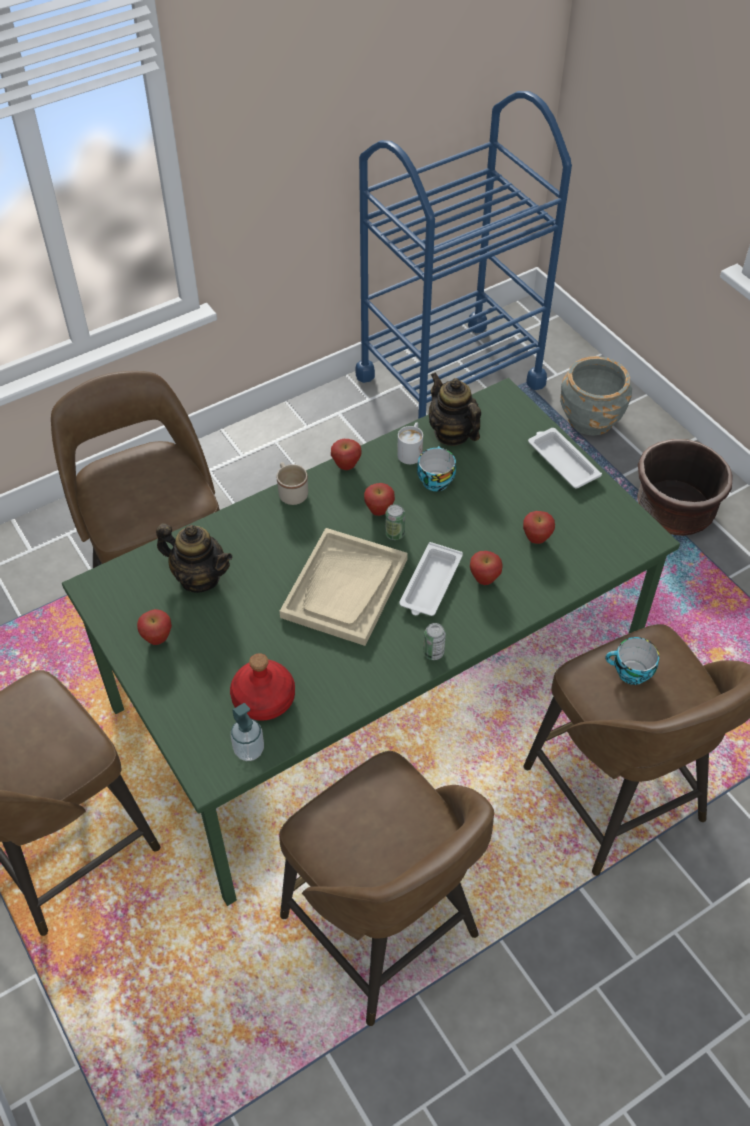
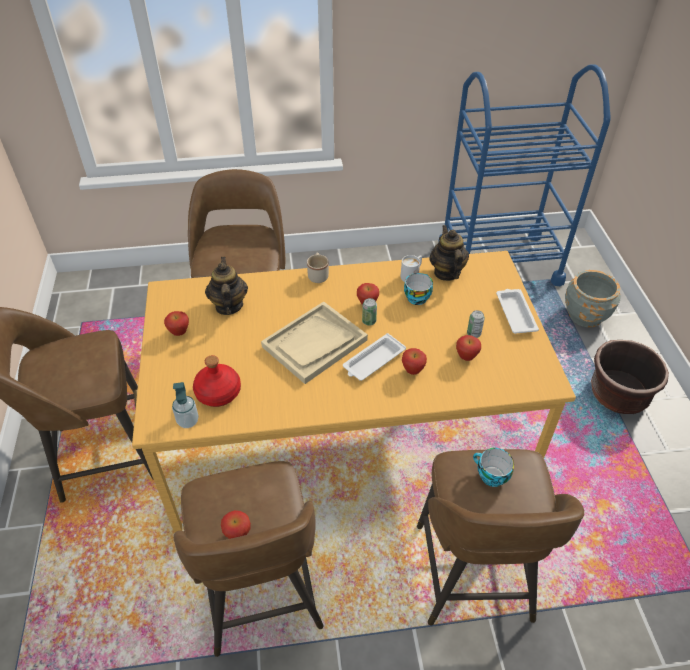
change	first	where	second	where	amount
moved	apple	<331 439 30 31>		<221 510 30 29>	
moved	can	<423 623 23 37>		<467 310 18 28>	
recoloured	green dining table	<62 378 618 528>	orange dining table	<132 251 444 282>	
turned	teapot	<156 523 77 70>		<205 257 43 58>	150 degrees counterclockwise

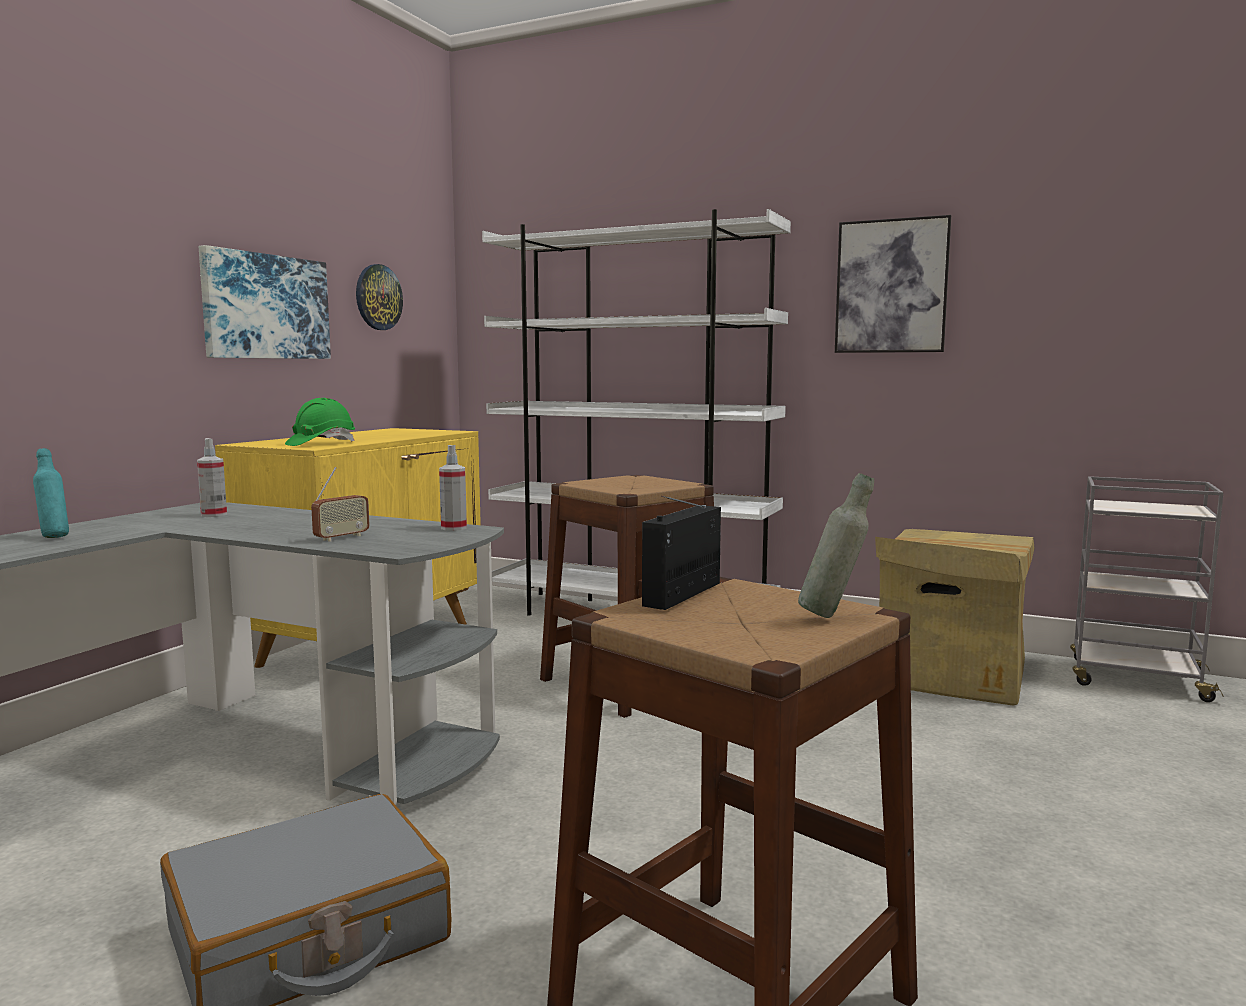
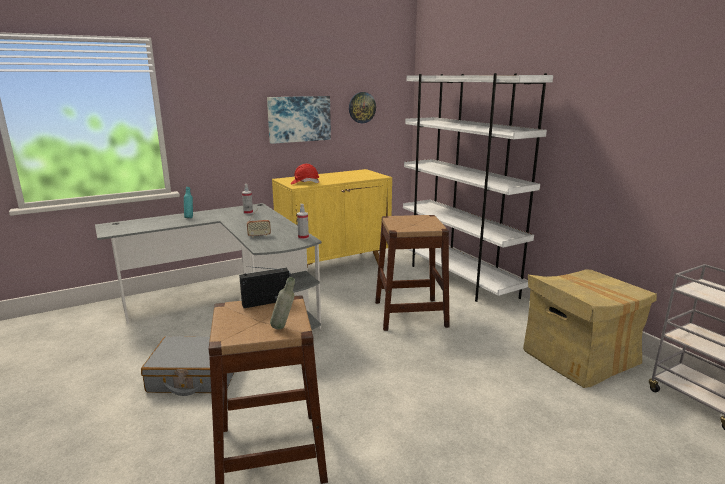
change	first	where	second	where	amount
removed	picture	<835 215 116 138>			
recoloured	green hard hat	<285 398 70 48>	red hard hat	<291 164 28 20>	

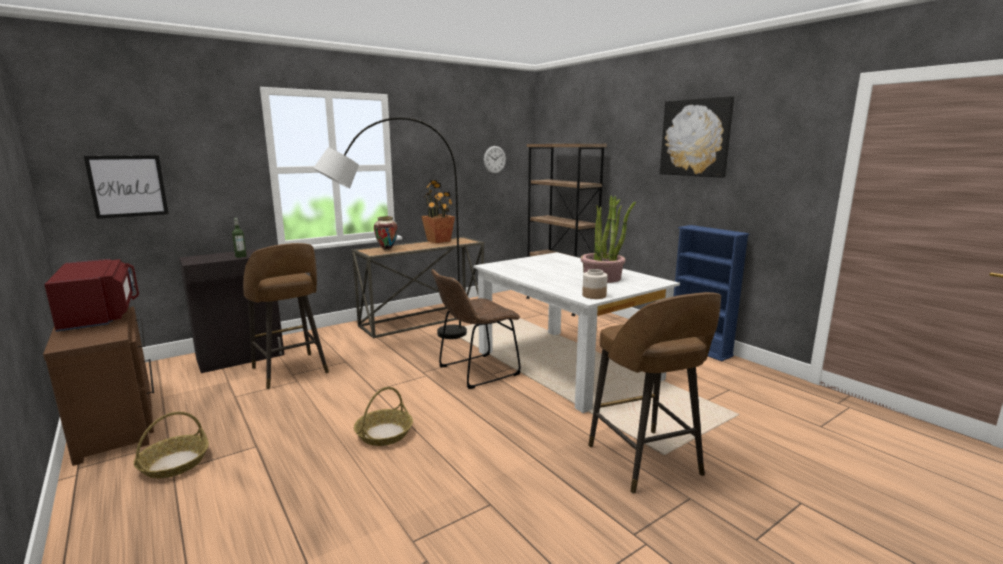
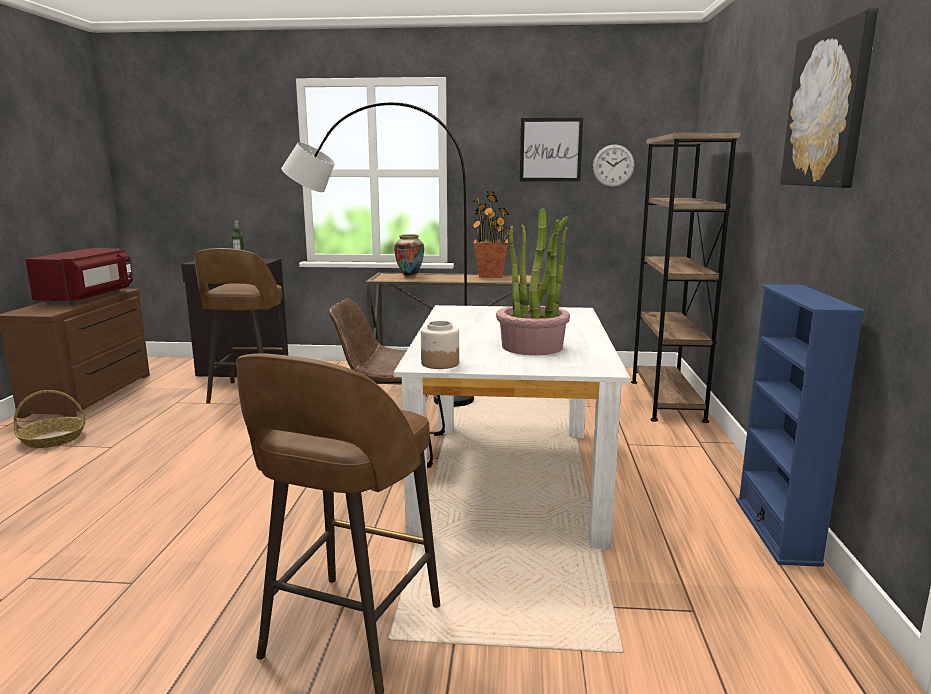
change	first	where	second	where	amount
removed	basket	<354 387 59 59>			
moved	picture	<84 155 85 64>		<520 118 63 64>	

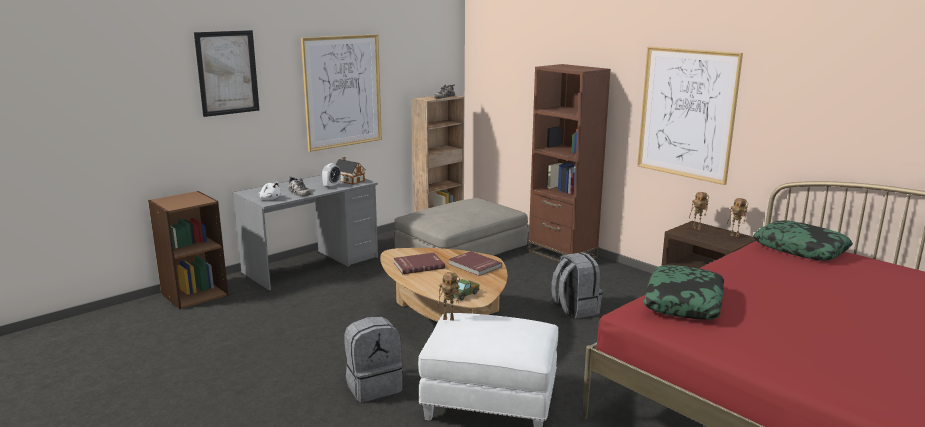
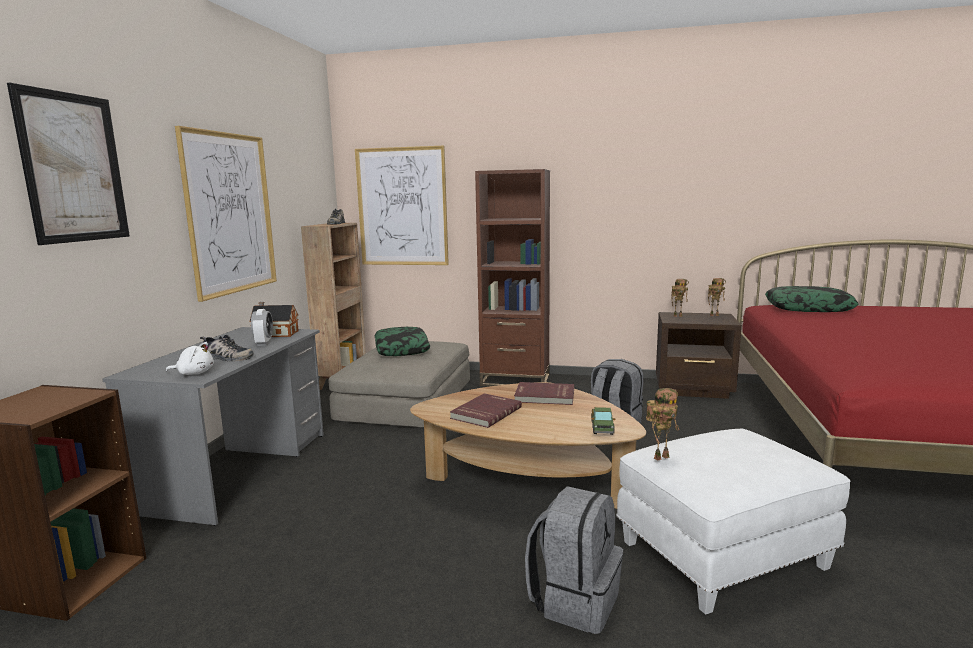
change	first	where	second	where	amount
moved	picture	<637 47 106 138>		<355 146 94 119>	
moved	pillow	<643 265 81 55>		<375 327 55 29>	

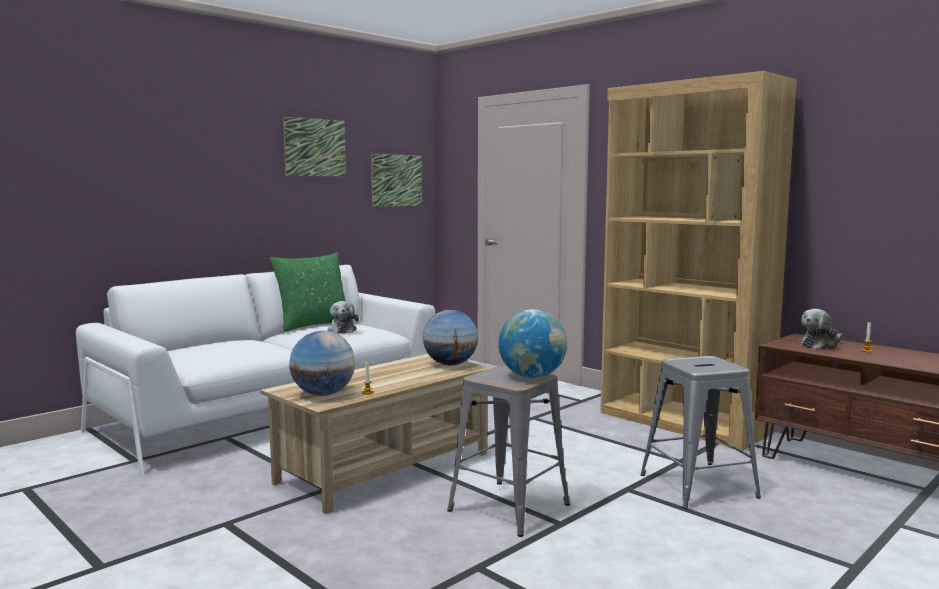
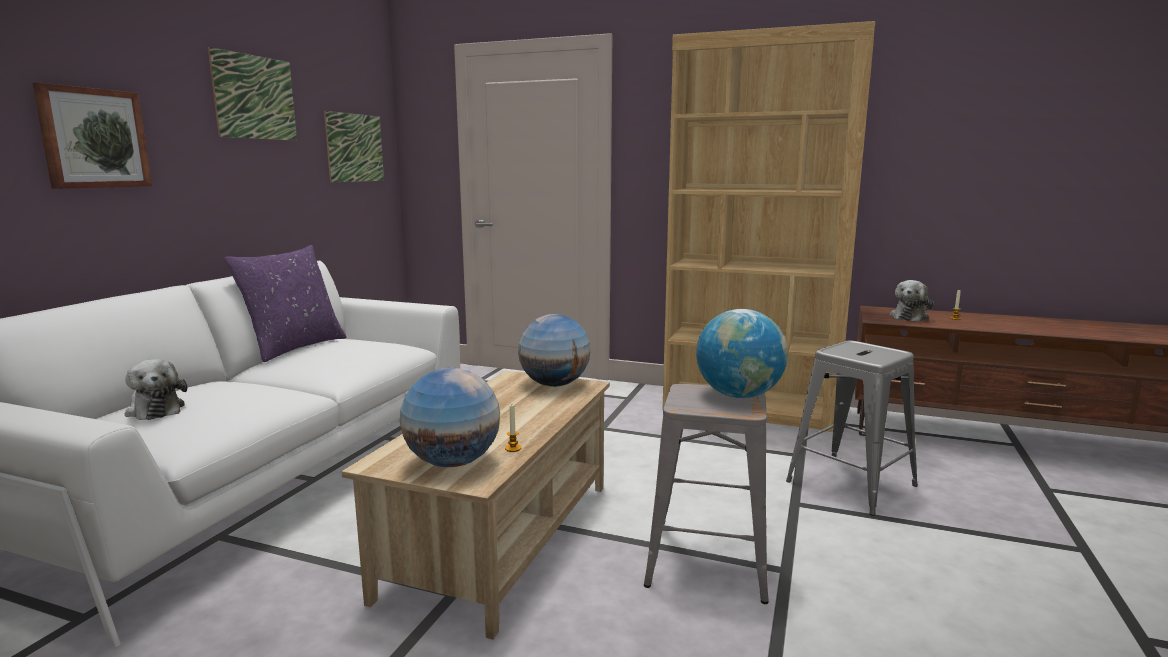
change	first	where	second	where	amount
added			picture	<33 83 119 106>	
moved	plush toy	<328 301 31 33>		<125 359 62 61>	
recoloured	green pillow	<270 252 76 79>	purple pillow	<224 245 122 117>	

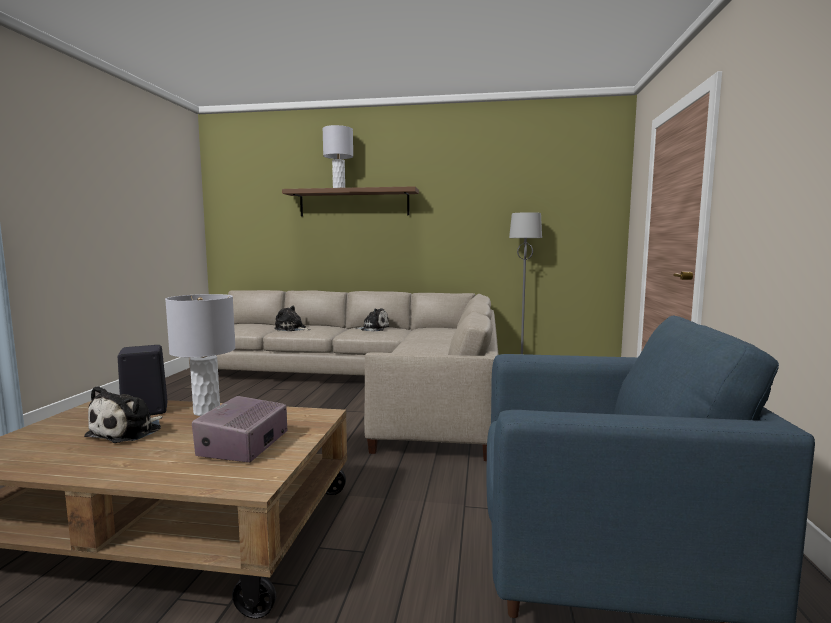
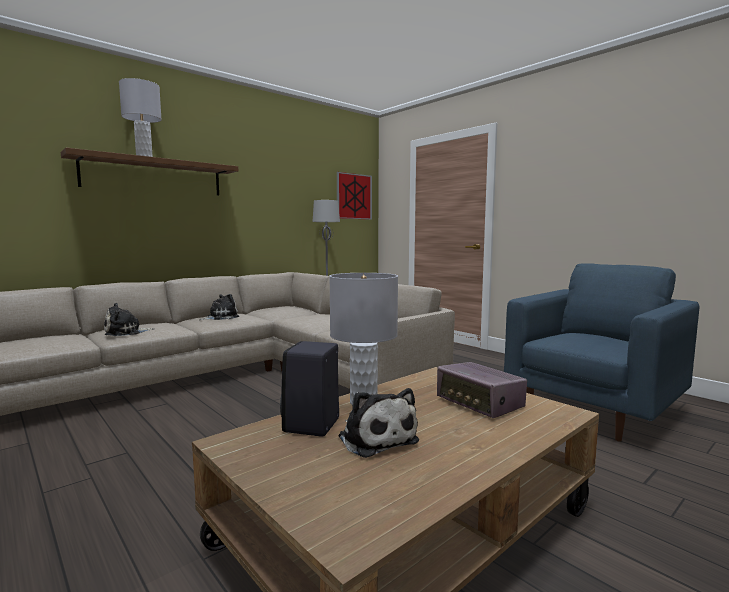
change	first	where	second	where	amount
added			picture	<337 172 35 48>	

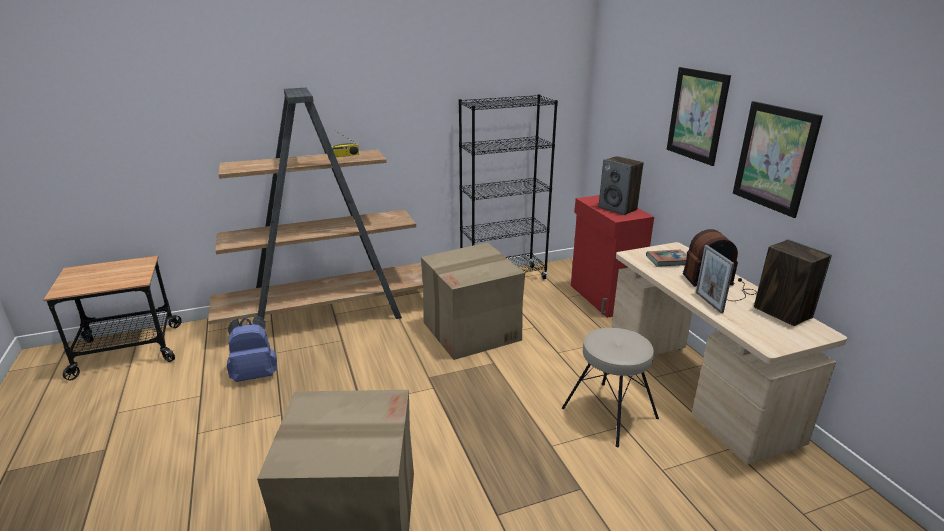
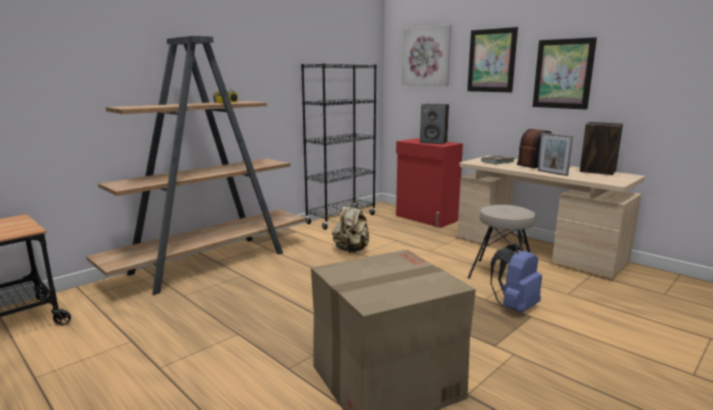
change	first	where	second	where	amount
added			picture	<402 24 50 62>	
moved	blue backpack	<227 316 50 66>		<491 244 51 69>	
replaced	cardboard box	<421 242 104 118>	beige backpack	<332 202 37 51>	

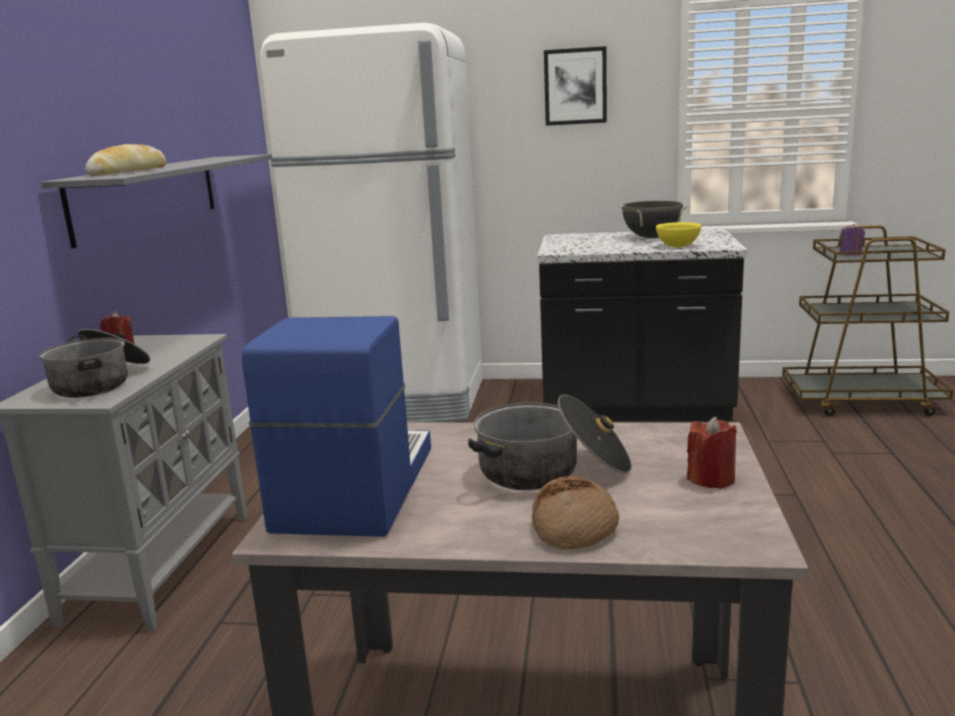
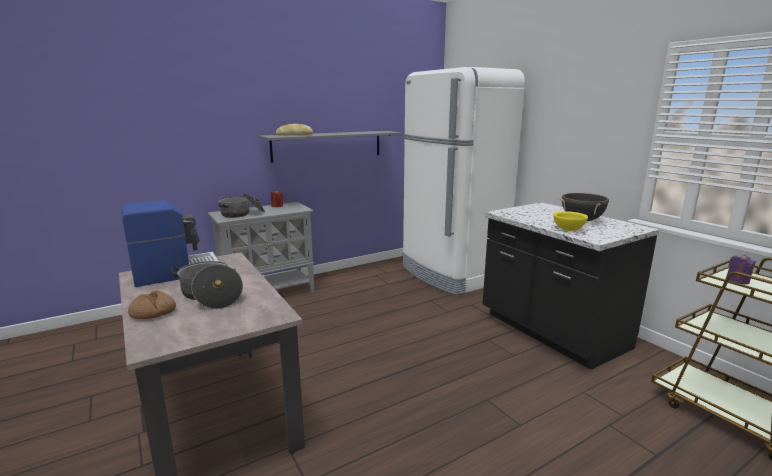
change	first	where	second	where	amount
removed	picture	<544 46 63 80>			
removed	red candle	<687 416 50 73>			

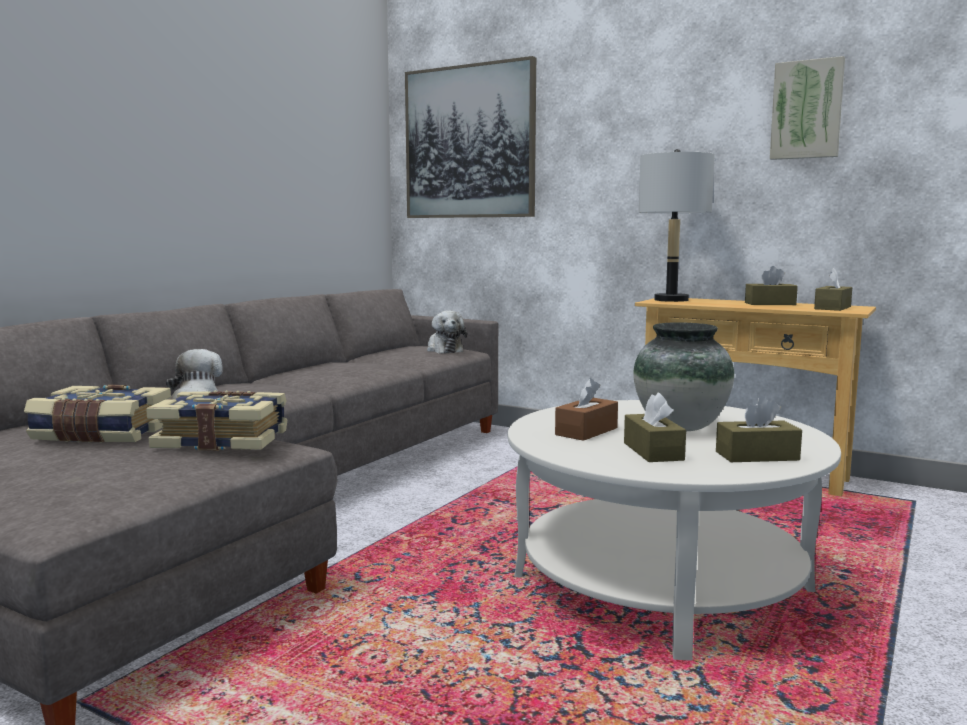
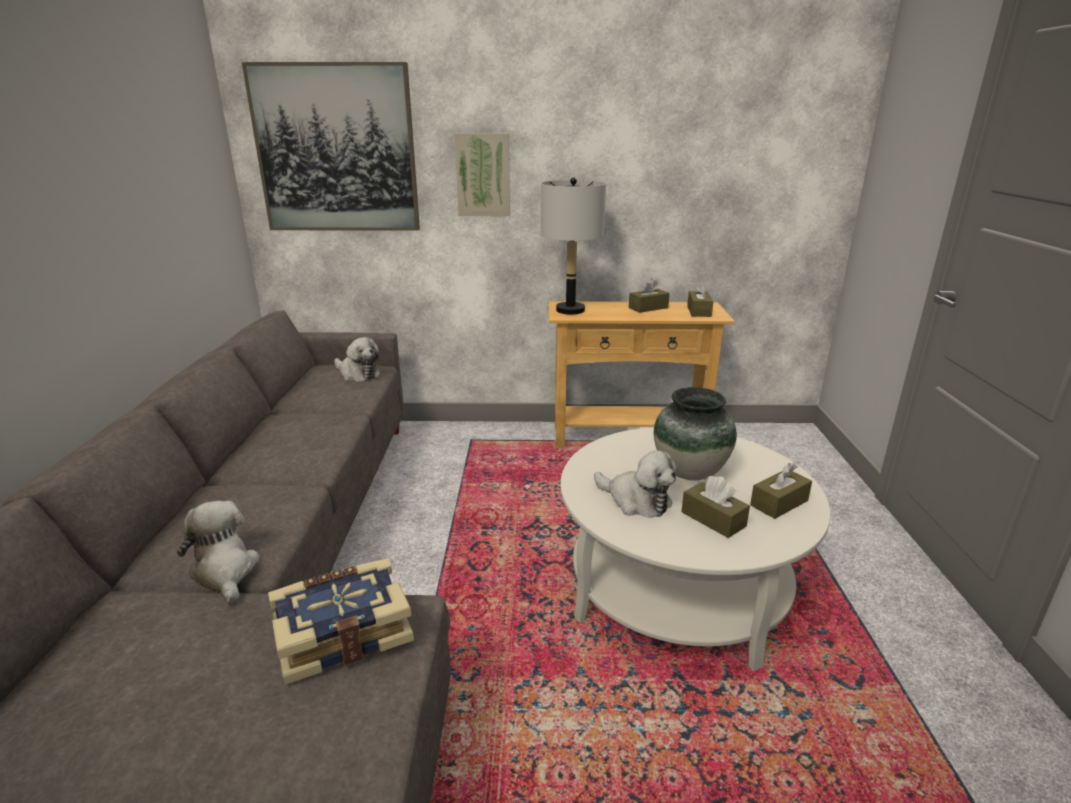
change	first	where	second	where	amount
removed	book	<24 385 147 58>			
moved	picture	<770 56 75 104>		<454 133 56 83>	
replaced	brown tissue box	<555 378 63 63>	plush toy	<594 450 83 68>	

